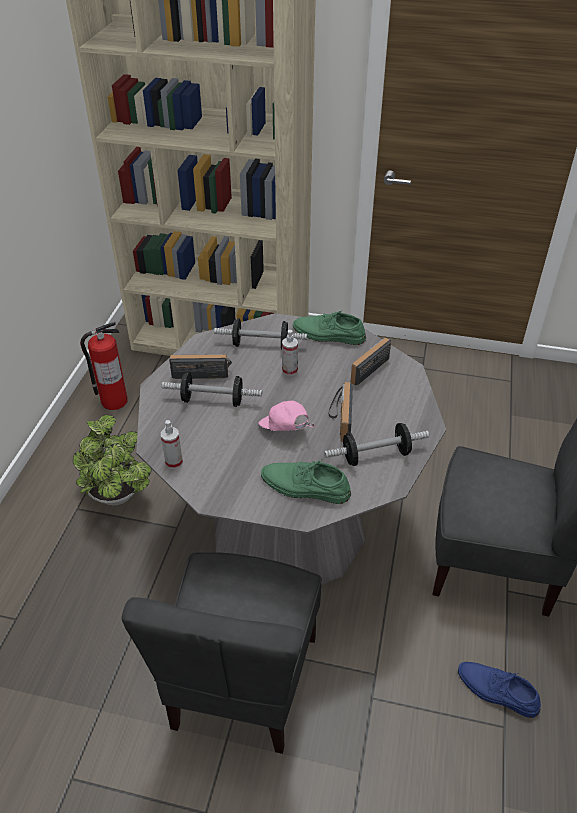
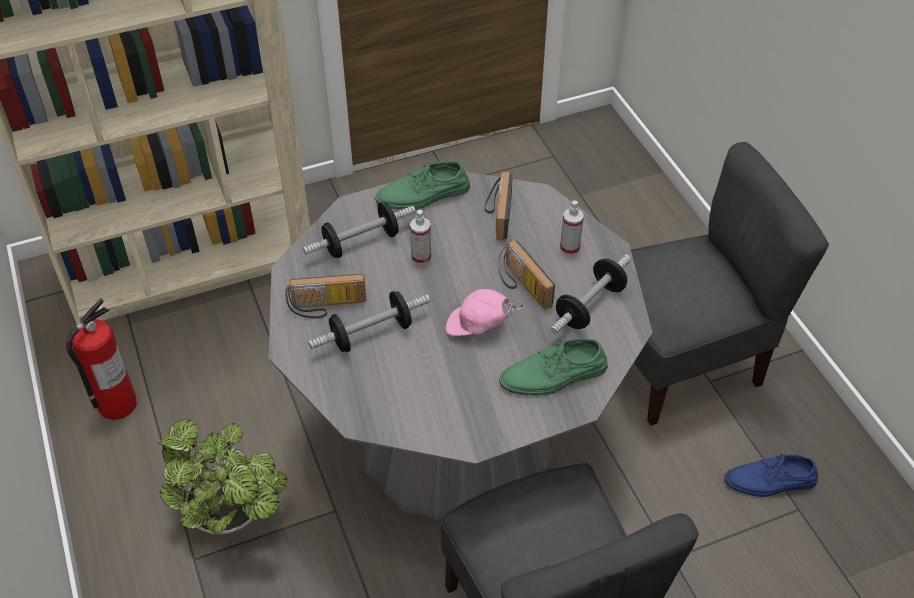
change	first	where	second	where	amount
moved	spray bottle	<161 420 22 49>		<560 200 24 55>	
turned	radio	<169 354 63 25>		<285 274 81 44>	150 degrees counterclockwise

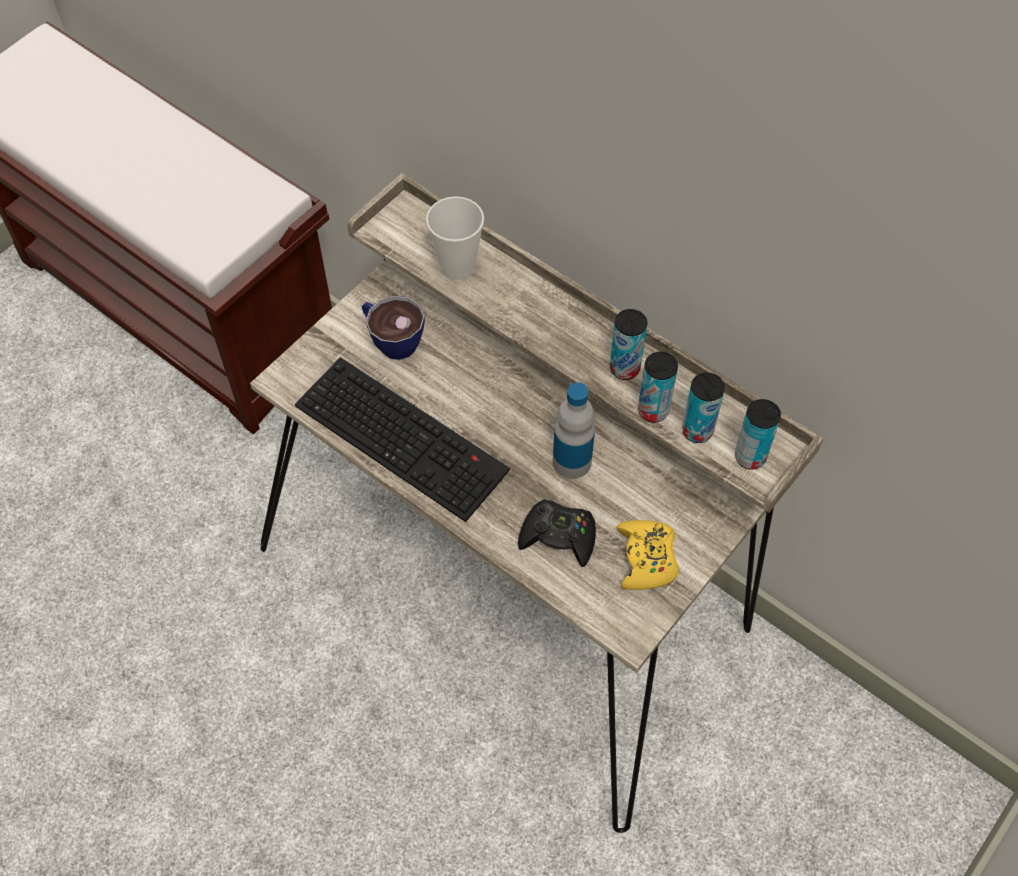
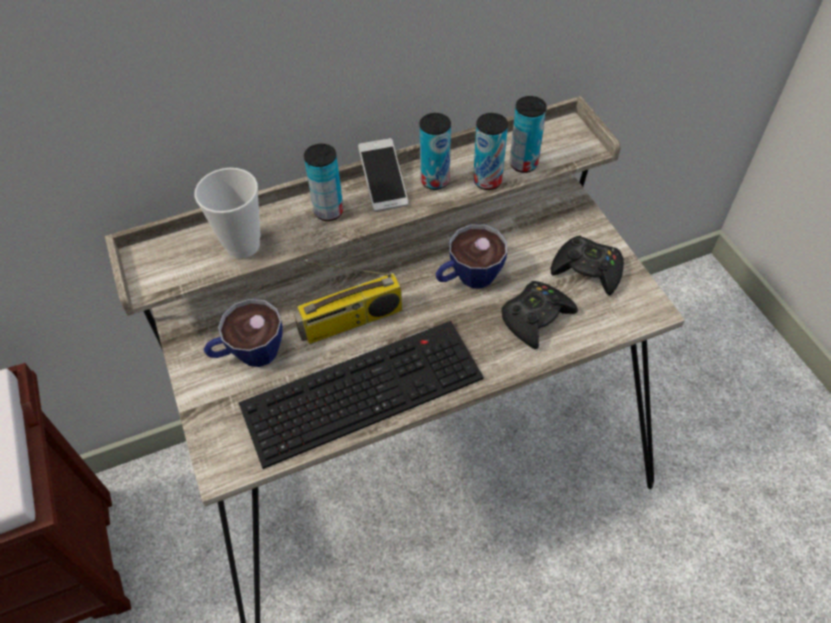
change	first	where	second	where	amount
added			radio	<294 261 108 83>	
added			phone	<358 138 50 74>	
moved	can	<735 399 46 71>		<304 144 39 77>	
replaced	bottle	<553 382 42 97>	cup	<436 224 71 64>	
recoloured	yellow game controller	<616 520 63 70>	black game controller	<551 236 73 59>	

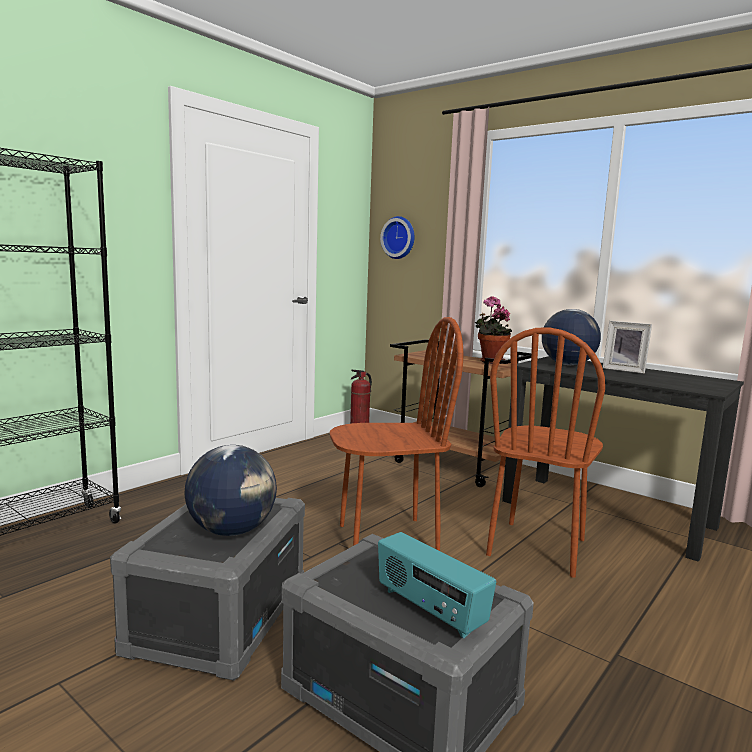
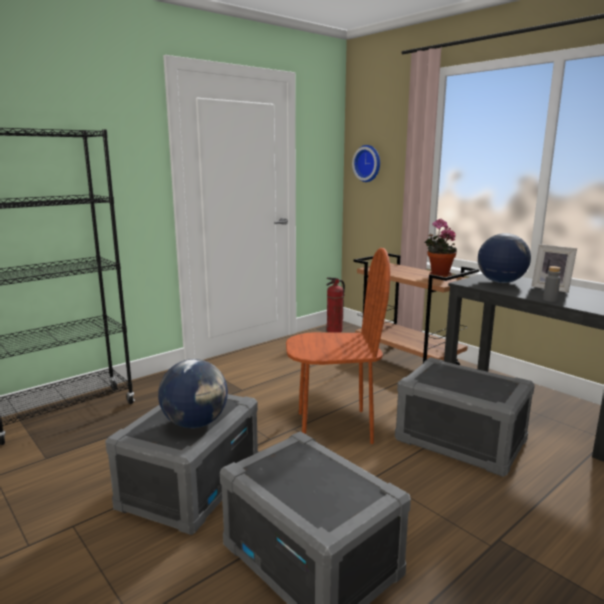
change	first	where	second	where	amount
removed	radio	<378 532 118 107>			
added			grey bottle	<543 266 18 36>	
replaced	brown chair	<486 327 119 251>	grey storage box	<395 357 140 120>	

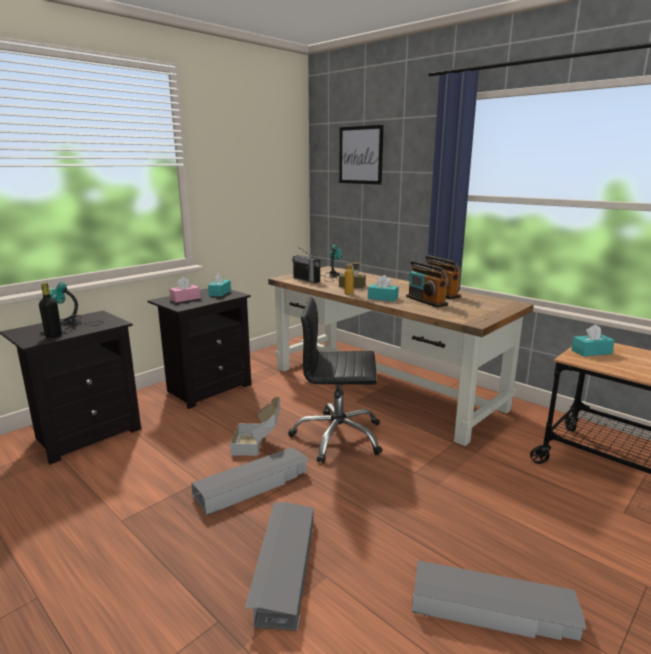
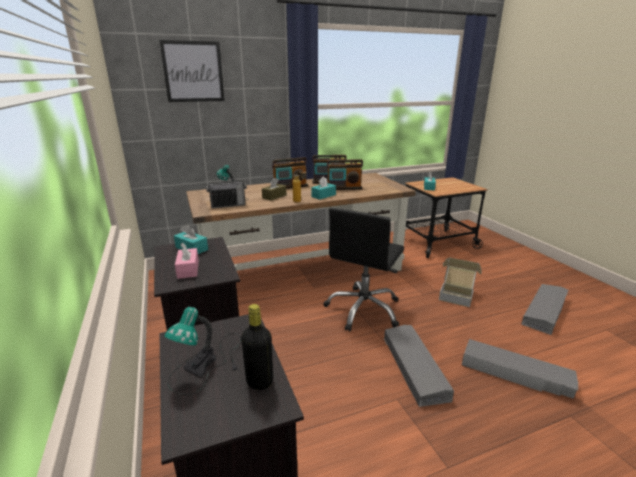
change	first	where	second	where	amount
added			radio	<272 157 36 32>	
moved	cardboard box	<230 397 50 59>		<439 257 43 50>	

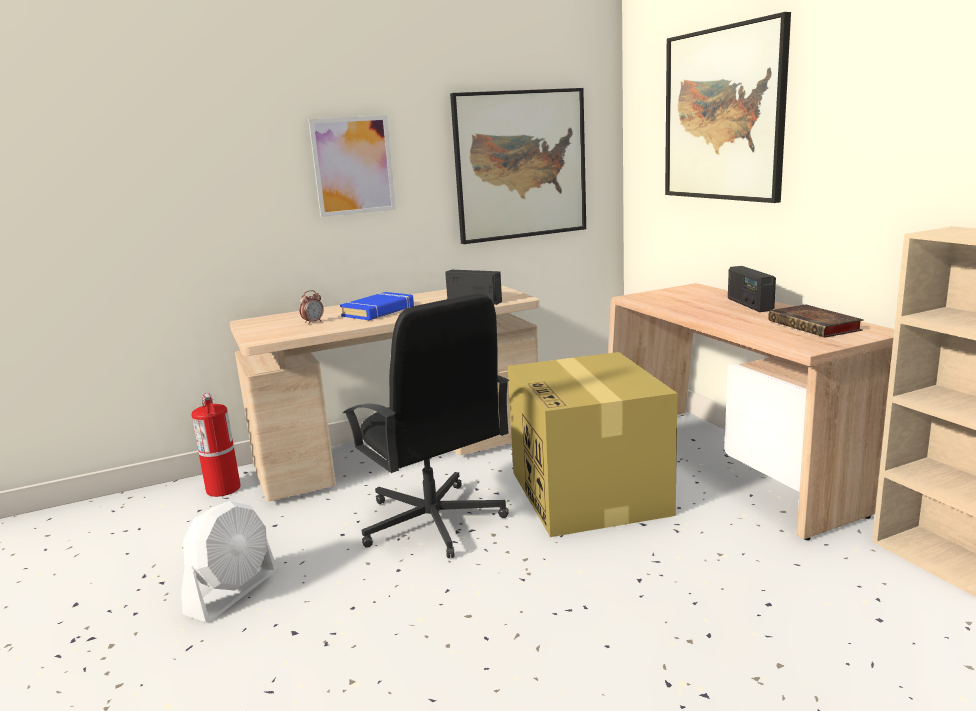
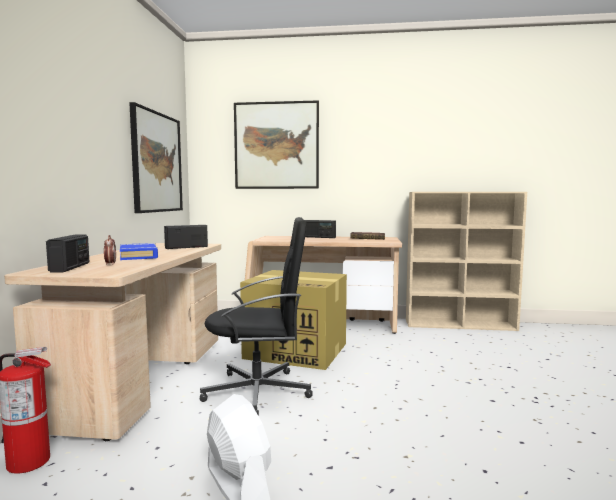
change	first	where	second	where	amount
removed	picture	<308 115 88 102>			
added			radio	<46 234 44 39>	

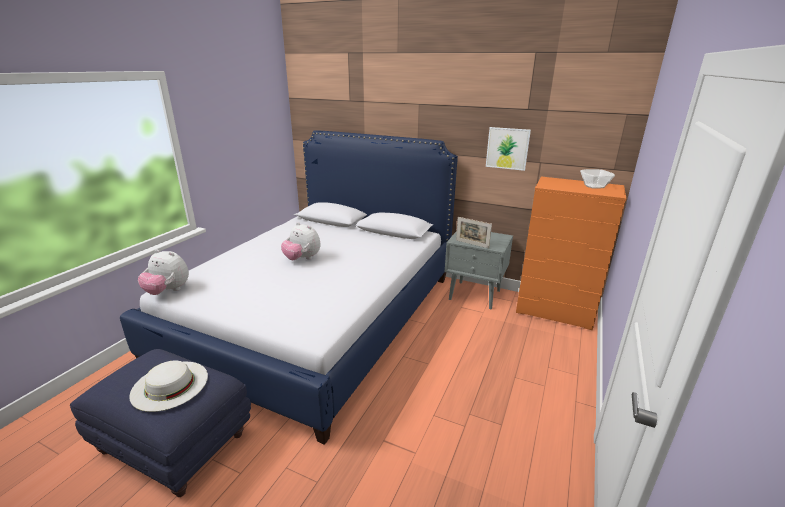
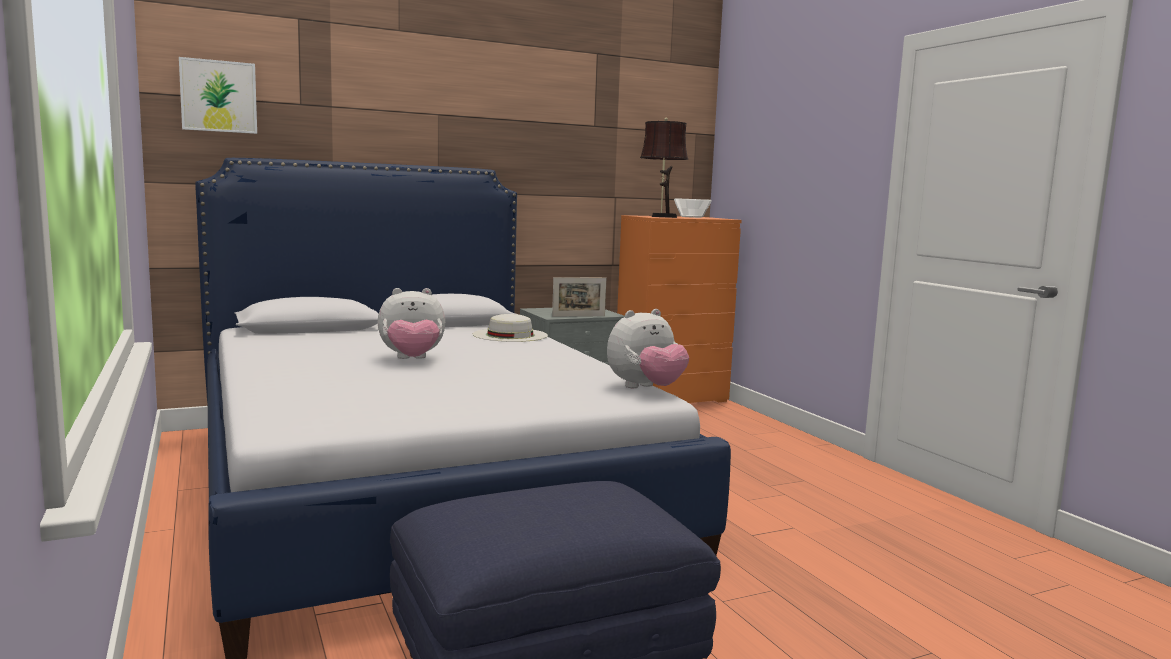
change	first	where	second	where	amount
added			brown table lamp	<640 118 48 100>	
moved	white hat	<129 361 79 51>		<473 314 75 28>	
moved	plush toy	<138 249 51 46>		<607 309 82 79>	
moved	picture	<486 127 45 44>		<179 57 78 77>	

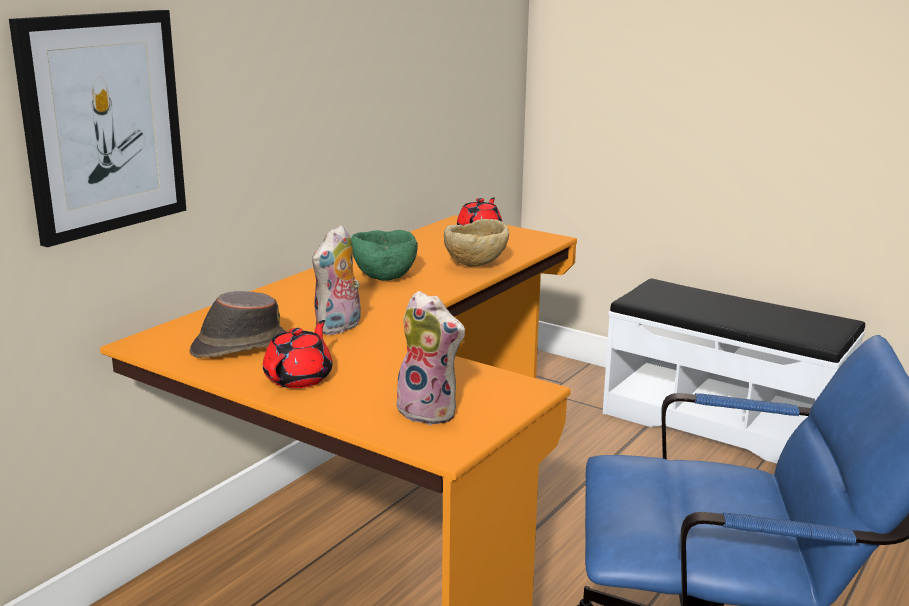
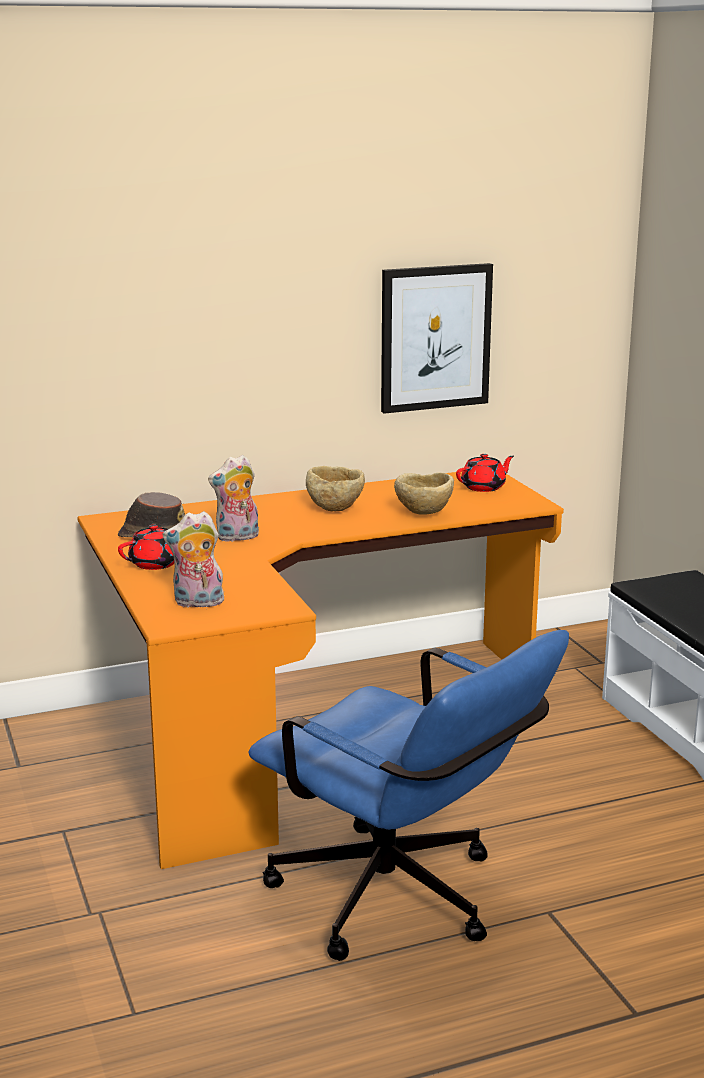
change	first	where	second	where	amount
moved	picture	<9 10 177 237>		<381 263 112 151>	
recoloured	green bowl	<351 230 67 51>	beige bowl	<306 466 59 45>	
turned	plush toy	<394 291 71 134>		<163 511 63 97>	105 degrees clockwise

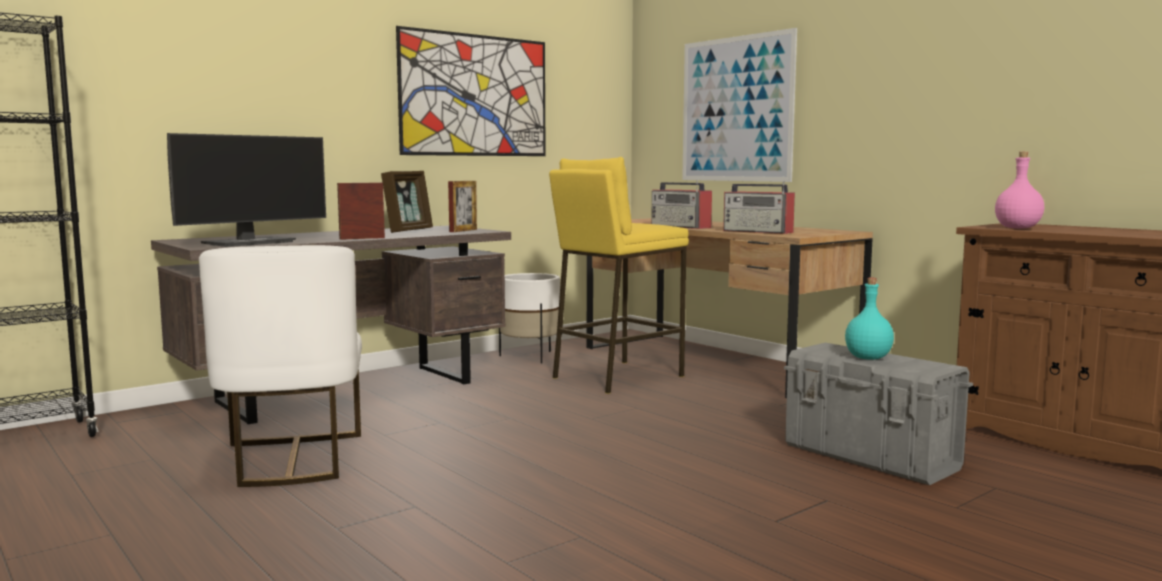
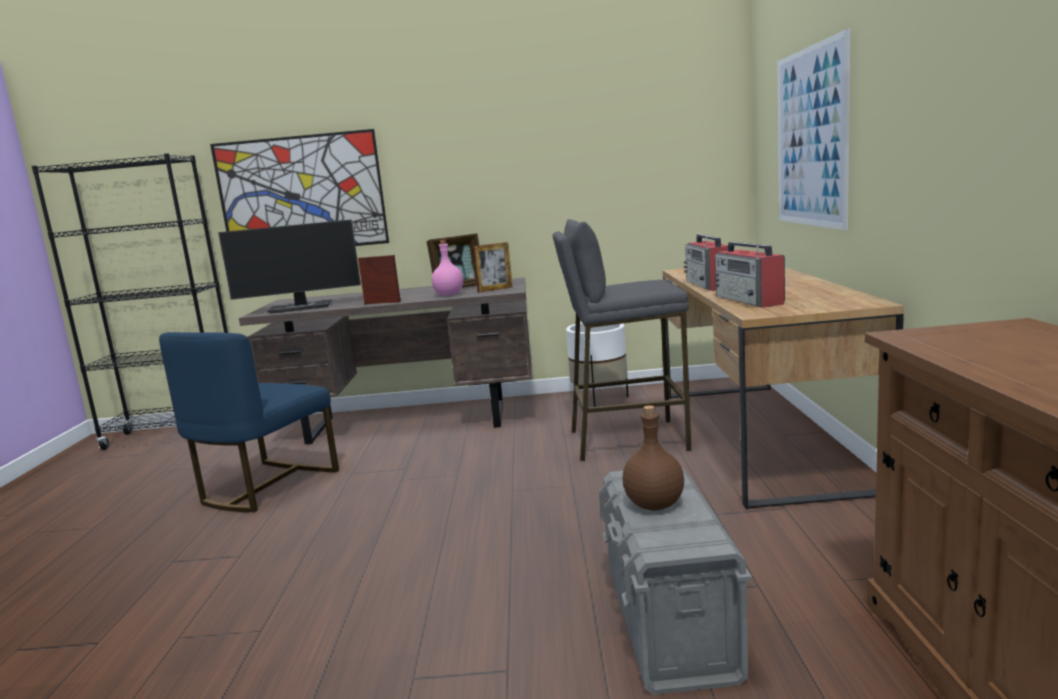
change	first	where	second	where	amount
moved	picture	<396 26 150 130>		<210 129 179 117>	
moved	pink bottle	<995 152 49 77>		<432 240 31 56>	
recoloured	white chair	<199 245 163 242>	blue chair	<159 332 180 180>	
recoloured	yellow stool	<549 157 140 237>	grey stool	<553 219 139 242>	
recoloured	turquoise bottle	<845 278 49 82>	brown bottle	<622 405 62 106>	

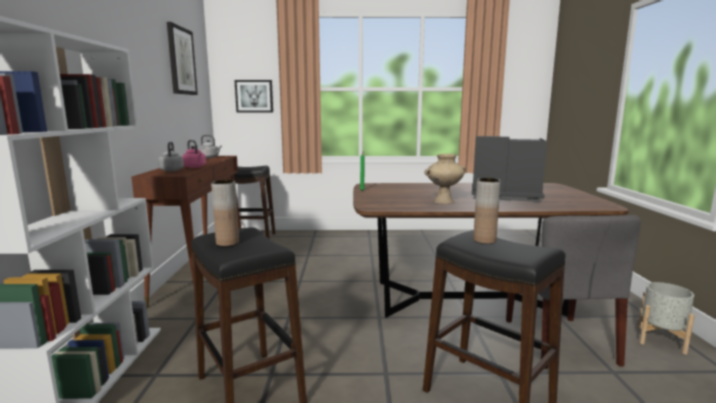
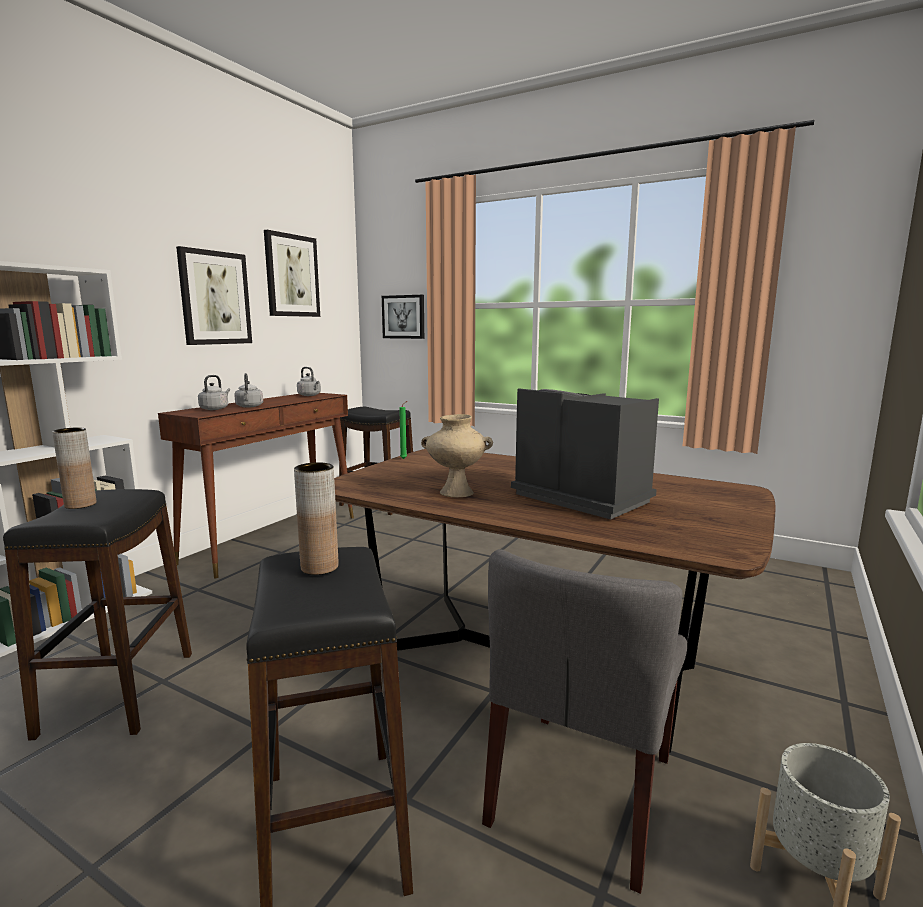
change	first	where	second	where	amount
added			picture	<176 246 76 99>	
recoloured	pink kettle	<183 140 23 28>	grey kettle	<234 373 29 35>	

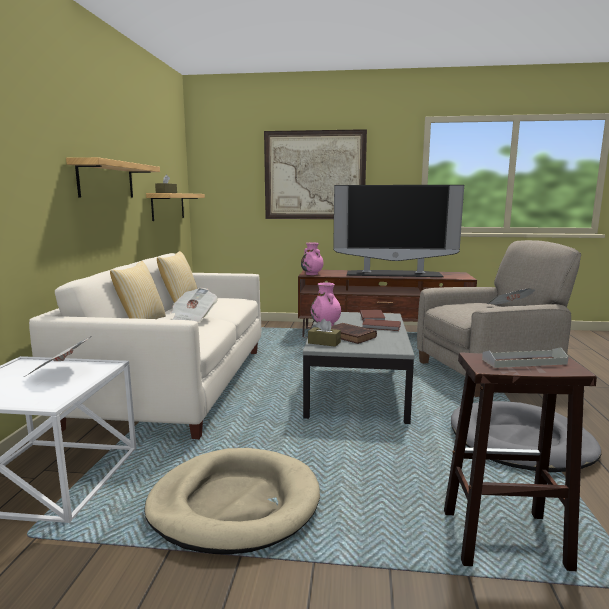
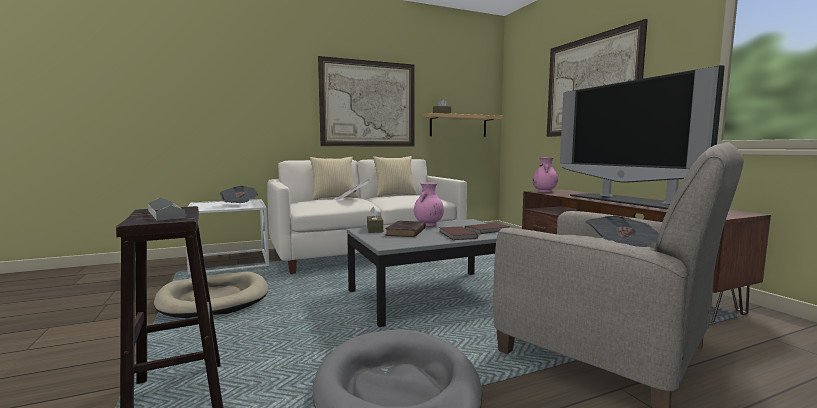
change	first	where	second	where	amount
replaced	shelf	<66 157 94 41>	picture	<318 56 97 91>	

